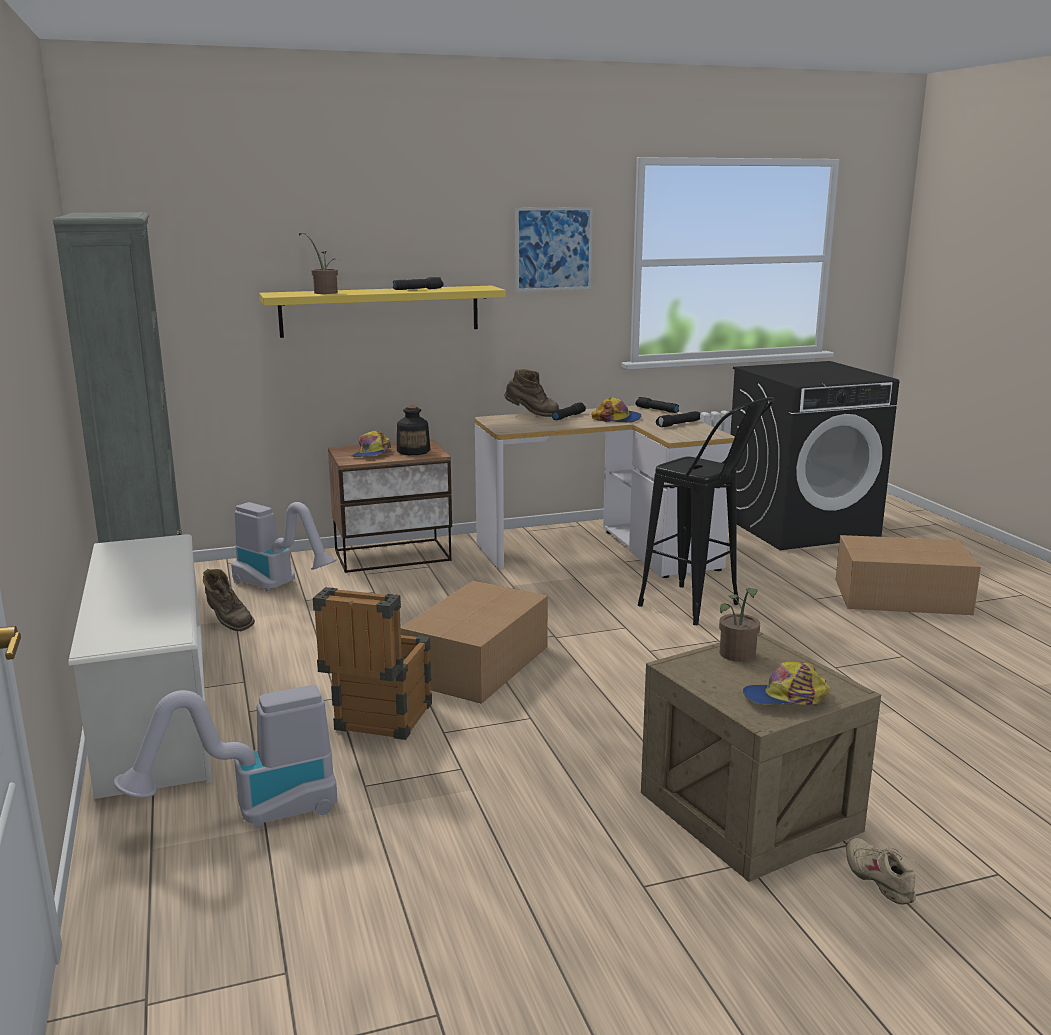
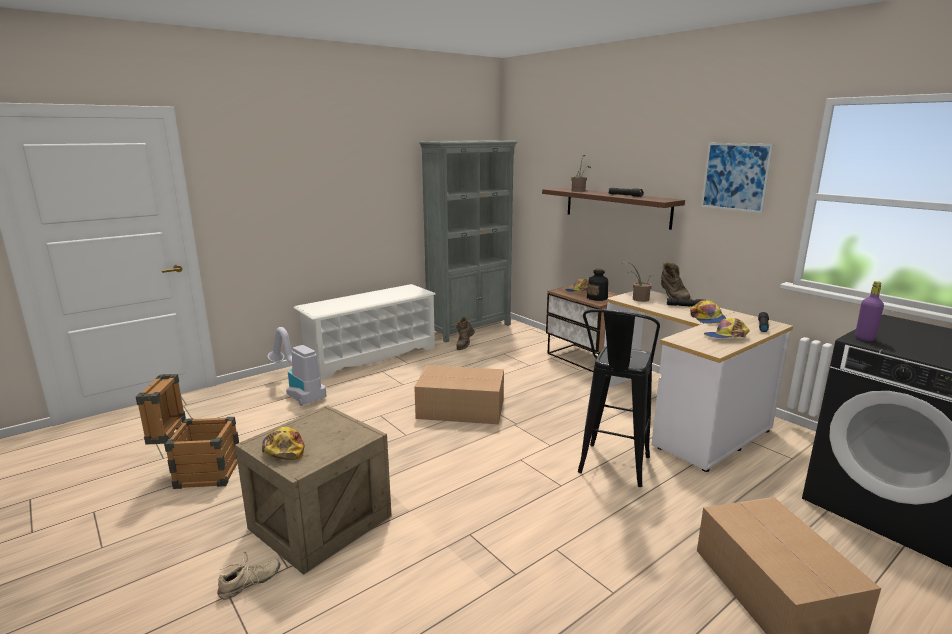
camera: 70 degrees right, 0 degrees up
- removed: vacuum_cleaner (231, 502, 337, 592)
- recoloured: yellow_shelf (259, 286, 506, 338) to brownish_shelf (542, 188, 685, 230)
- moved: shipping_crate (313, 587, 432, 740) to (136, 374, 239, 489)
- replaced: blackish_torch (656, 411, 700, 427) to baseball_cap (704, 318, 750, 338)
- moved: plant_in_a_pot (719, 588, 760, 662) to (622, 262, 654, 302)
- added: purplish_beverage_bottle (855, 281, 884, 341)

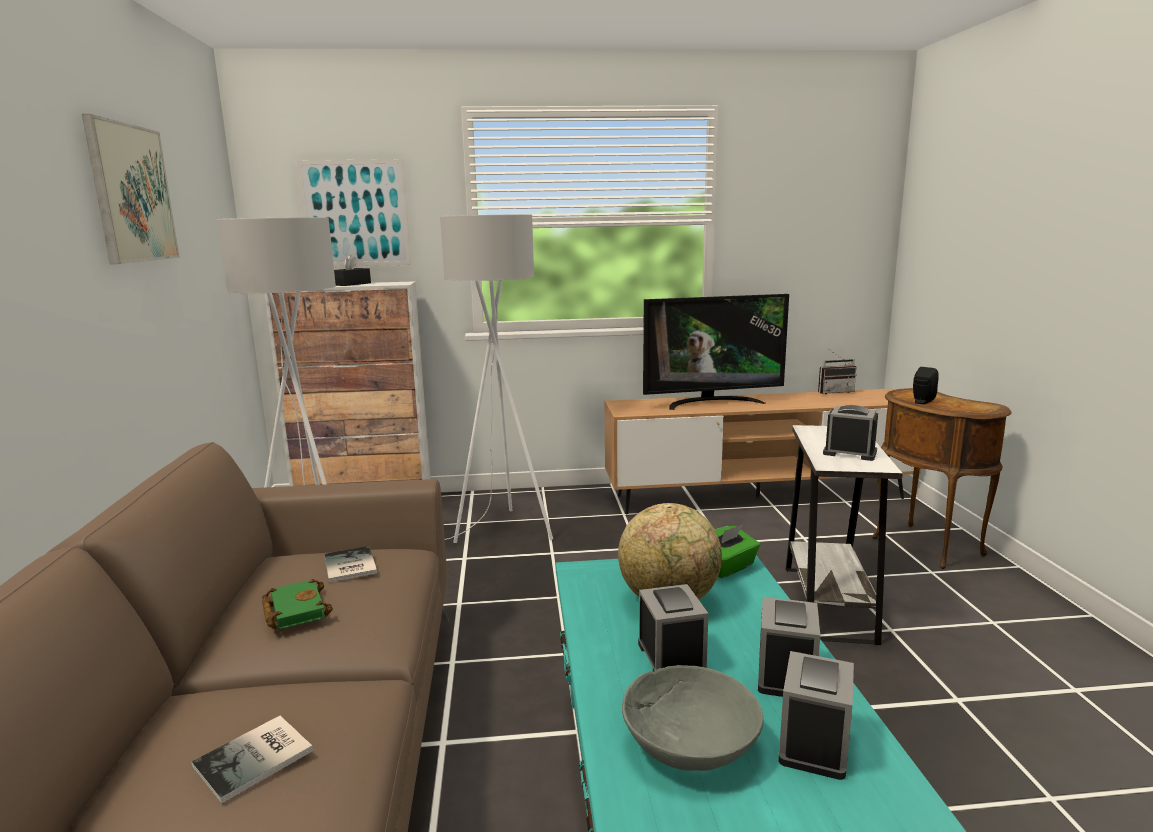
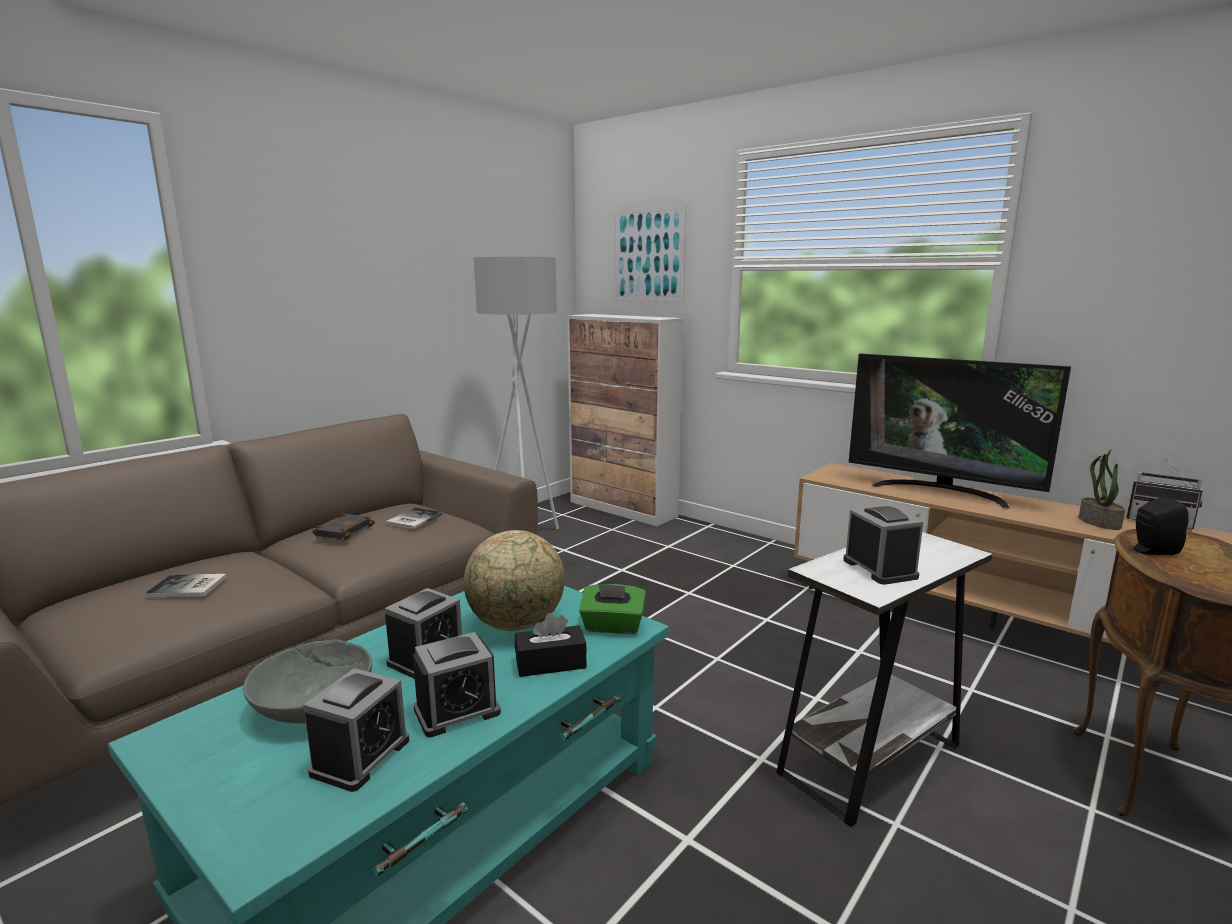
camera: 45 degrees right, 0 degrees up
- removed: wall_art (82, 114, 180, 264)
- recoloured: green-coloured_bound_book (262, 579, 333, 629) to blackish_bound_book (312, 513, 375, 541)
- moved: blackish_tissue_holder (334, 255, 371, 286) to (515, 613, 587, 677)
- removed: whitish_standard_lamp (440, 214, 553, 543)
- turned: alarm_clock (778, 651, 854, 780) = (303, 668, 409, 792) 135 degrees clockwise
- added: plant_in_a_pot (1079, 450, 1126, 530)

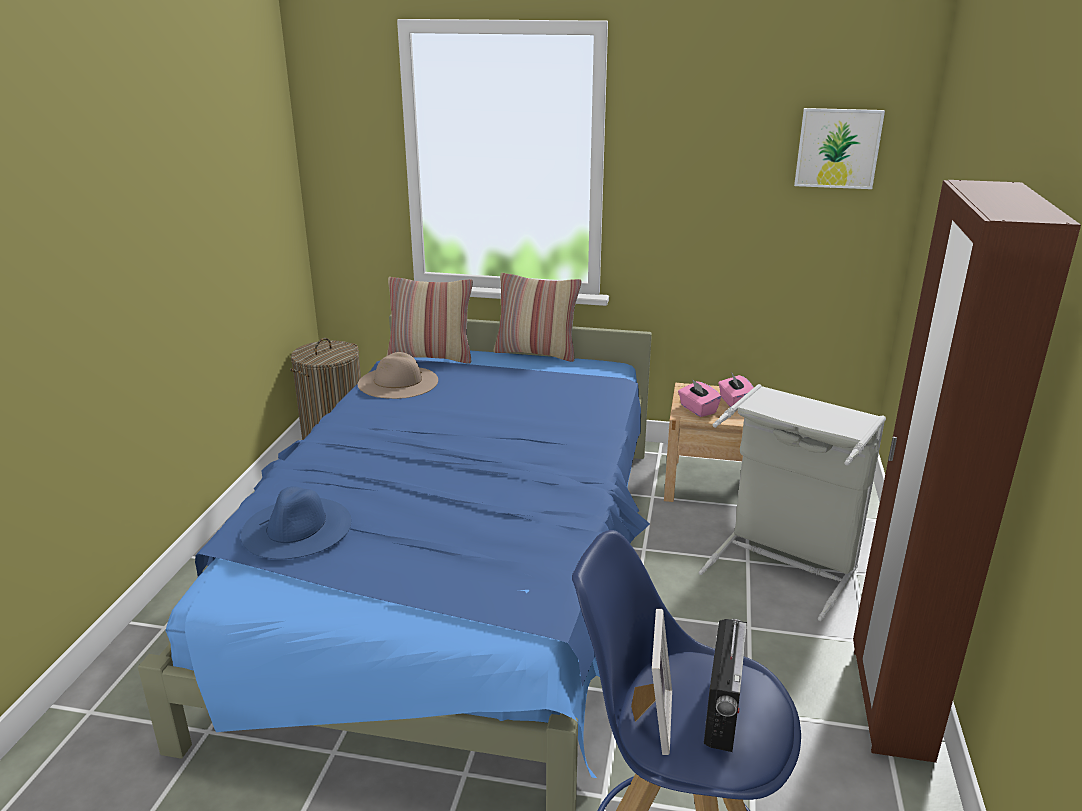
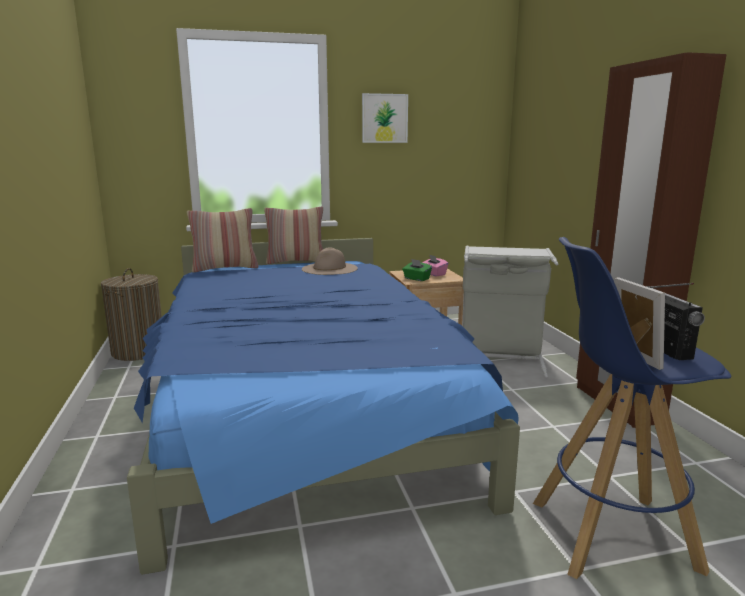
camera: 25 degrees left, 10 degrees down
- removed: bluish_clothing_hat (241, 486, 351, 559)
- moved: sand-coloured_clothing_hat (358, 352, 438, 399) to (302, 247, 358, 275)
- recoloured: pinkish_tissue_holder (678, 379, 721, 417) to green-coloured_tissue_holder (402, 259, 432, 281)
- moved: wall_art (794, 108, 885, 189) to (362, 93, 408, 143)

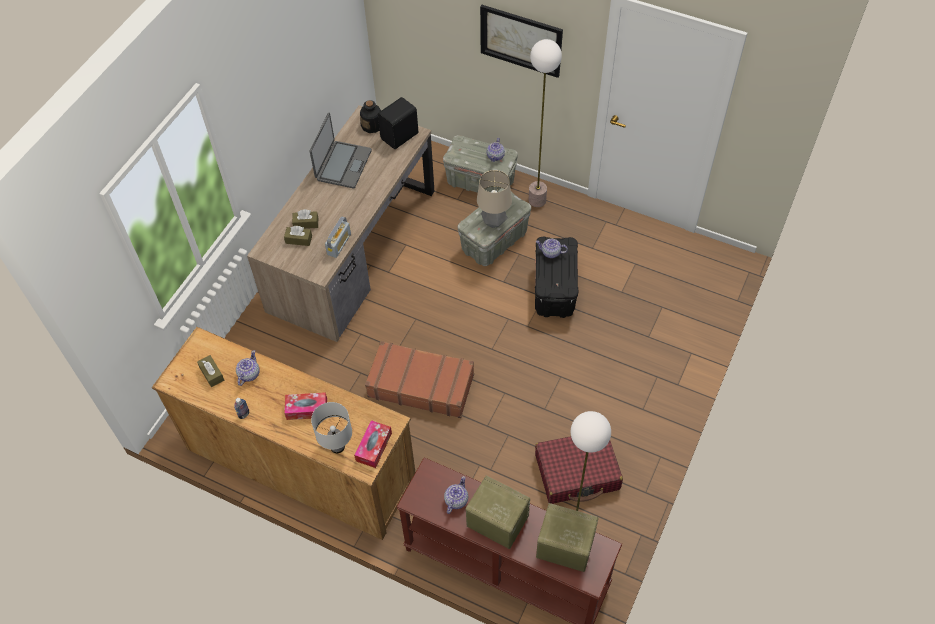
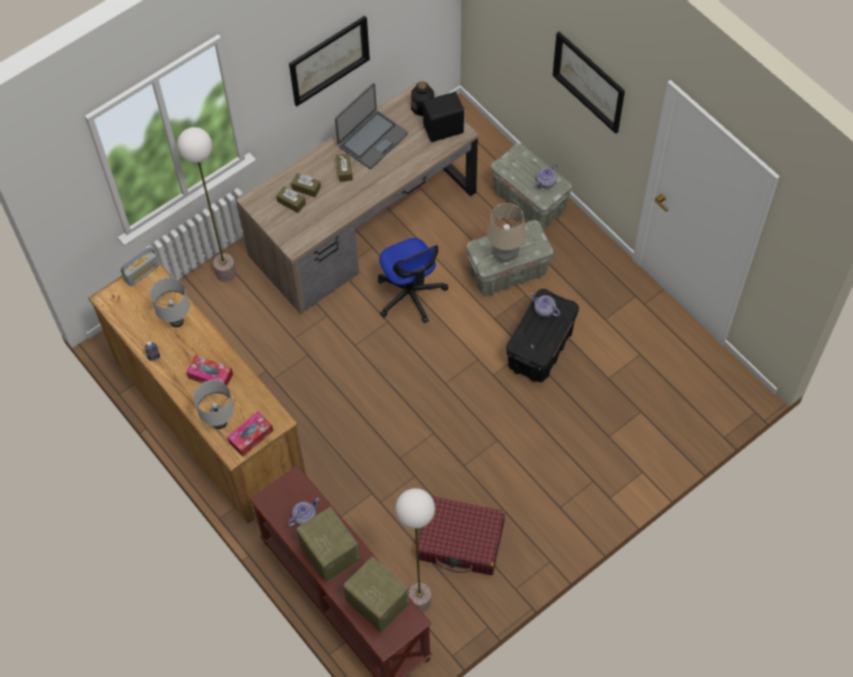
camera: 25 degrees right, 5 degrees up
- moved: brownish_tissue_holder (197, 355, 224, 387) to (336, 153, 353, 182)
- replaced: teapot (236, 350, 260, 386) to whitish_tabletop_lamp (150, 277, 190, 327)
- moved: radio_receiver (325, 216, 351, 258) to (121, 247, 159, 286)
- removed: brownish_suitcase (365, 341, 474, 418)
- moved: standard_lamp (529, 39, 562, 207) to (177, 127, 236, 282)
- added: wall_art (289, 16, 370, 106)
- added: desk_chair (378, 238, 448, 323)

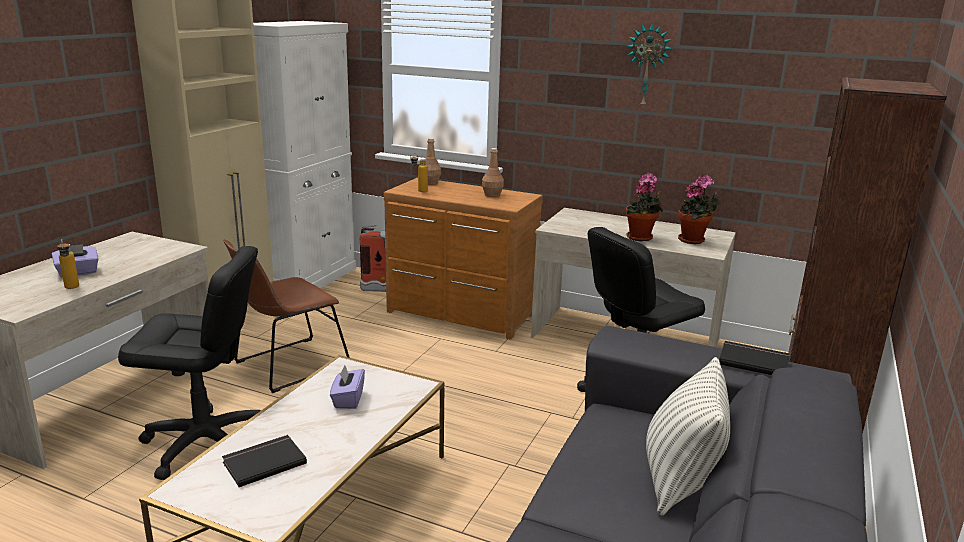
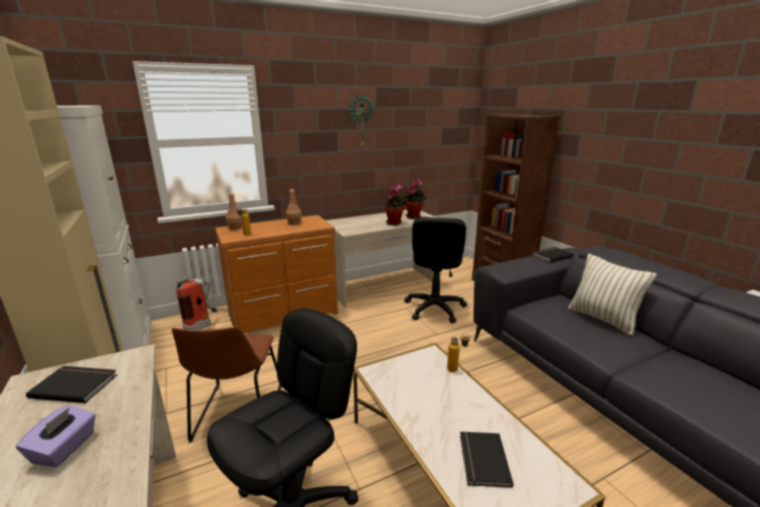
camera: 50 degrees left, 0 degrees up
- moved: beverage_bottle (57, 240, 79, 289) to (447, 334, 470, 372)
- removed: purplish_tissue_holder (330, 365, 365, 409)
- added: blackish_bound_book (26, 366, 117, 403)

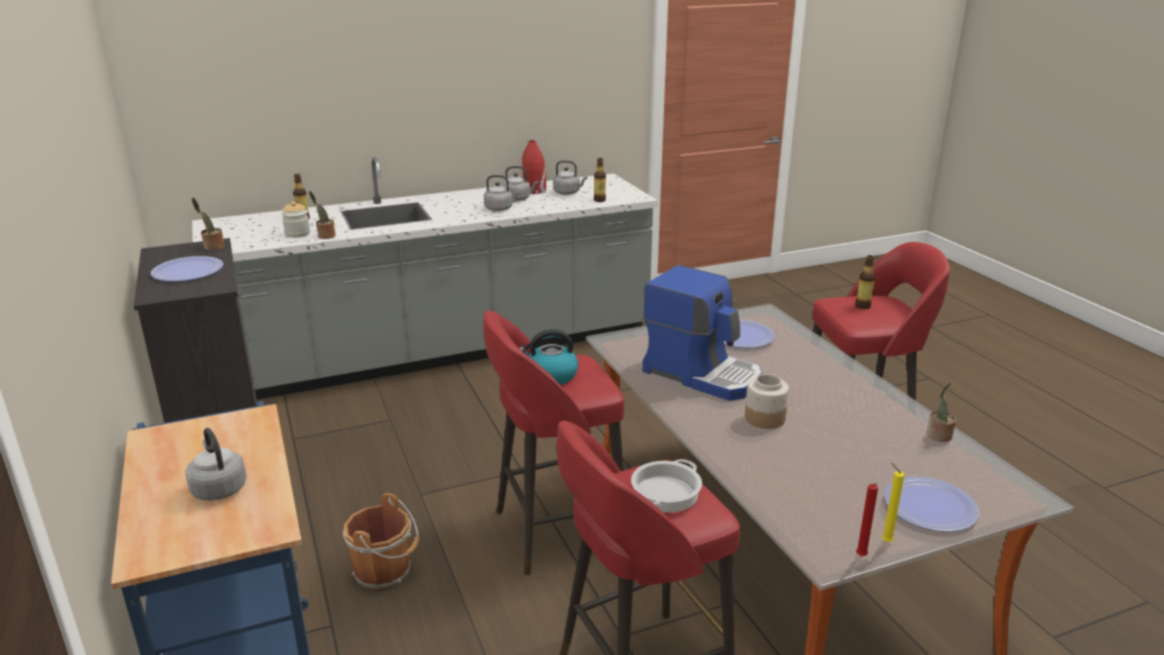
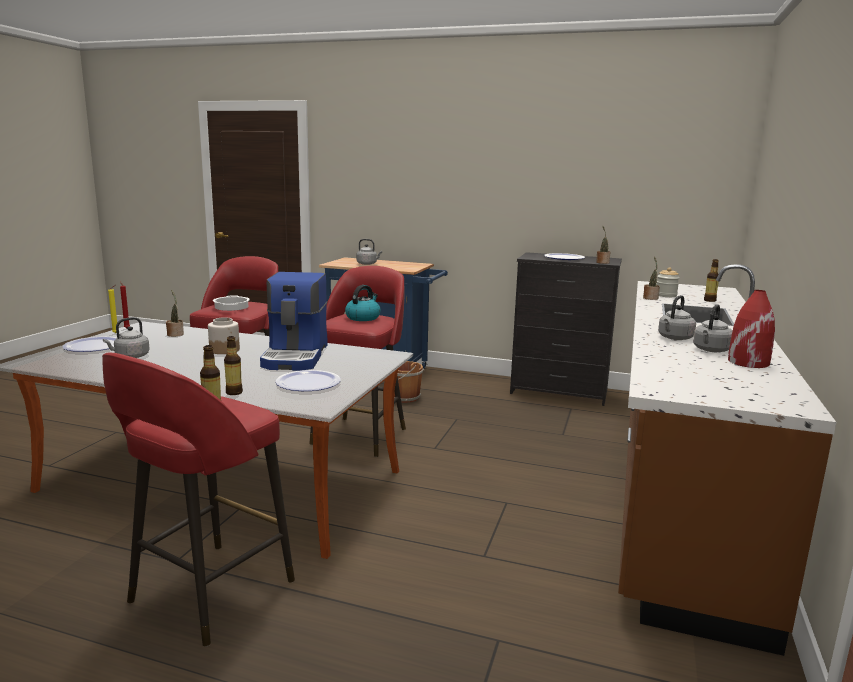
camera: 130 degrees right, 10 degrees down
- recoloured: greyish_kitchen_counter (192, 157, 658, 400) to brownish_kitchen_counter (618, 264, 836, 656)
- moved: greyish_water_kettle (553, 160, 587, 195) to (103, 317, 150, 358)
- moved: beverage_bottle (594, 158, 606, 202) to (224, 336, 243, 395)
- turned: coffee_maker (642, 265, 762, 401) = (260, 272, 328, 371) 75 degrees counterclockwise
- moved: plant_in_a_pot (927, 382, 956, 442) to (166, 290, 184, 337)

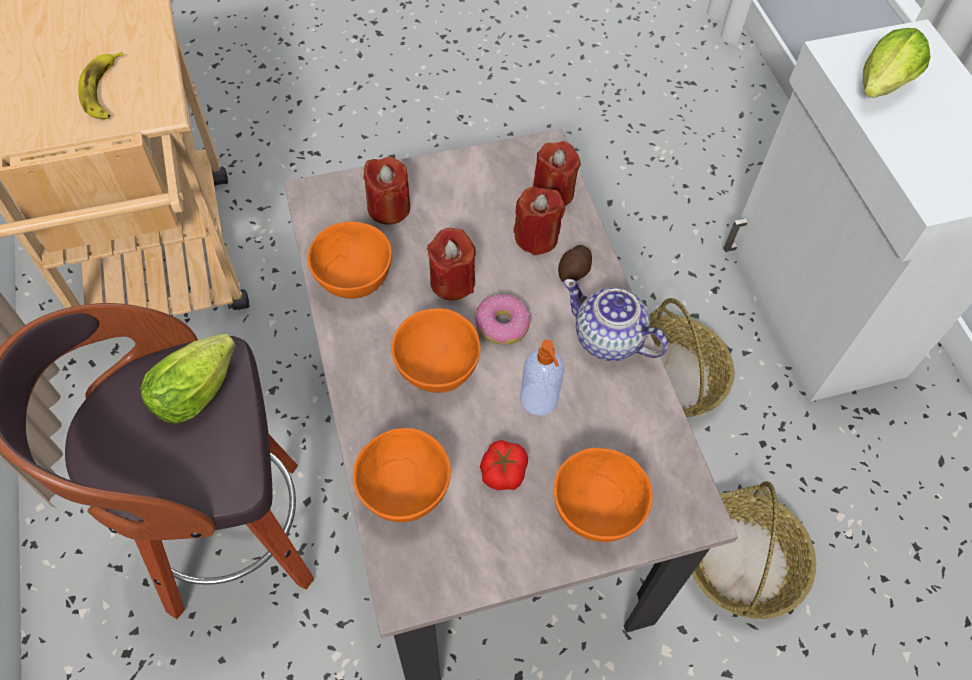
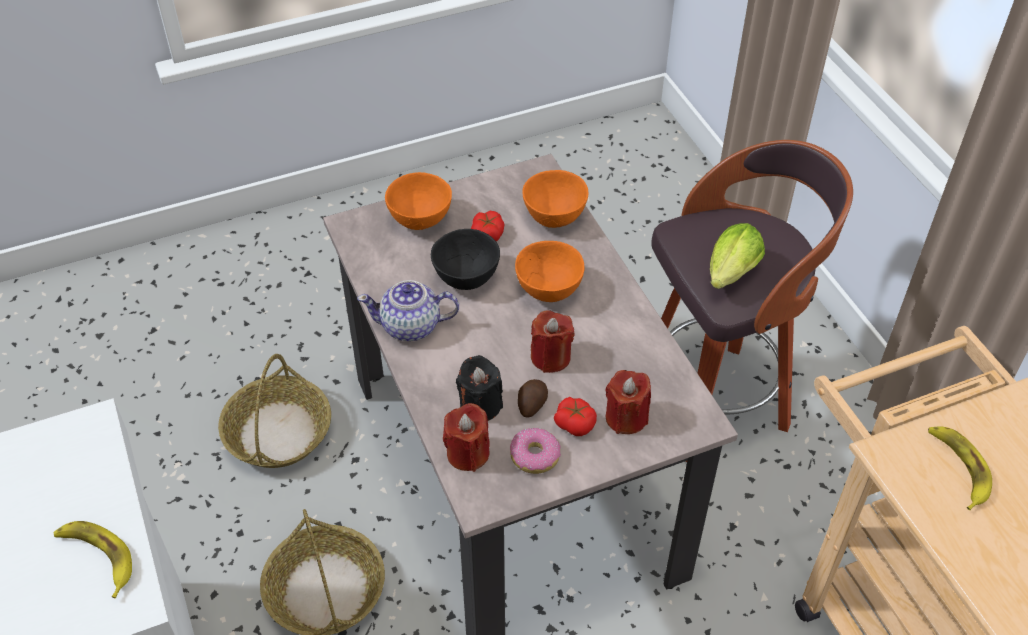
camera: 175 degrees right, 10 degrees down
- removed: orange-coloured_bowl (308, 222, 392, 299)
- moved: doughnut (475, 294, 531, 345) to (510, 428, 561, 474)
- recoloured: red-coloured_candle (513, 186, 565, 255) to blackish_candle (456, 355, 503, 421)
- replaced: soap_bottle (520, 340, 564, 416) to blackish_bowl (431, 229, 500, 290)
- moved: whole_potato (558, 245, 592, 282) to (518, 379, 548, 418)
- turned: teapot (563, 279, 668, 361) = (357, 280, 459, 341) 150 degrees clockwise
- replaced: lettuce_head (863, 28, 930, 98) to banana (53, 521, 132, 598)
- added: whole_tomato (554, 397, 597, 436)

